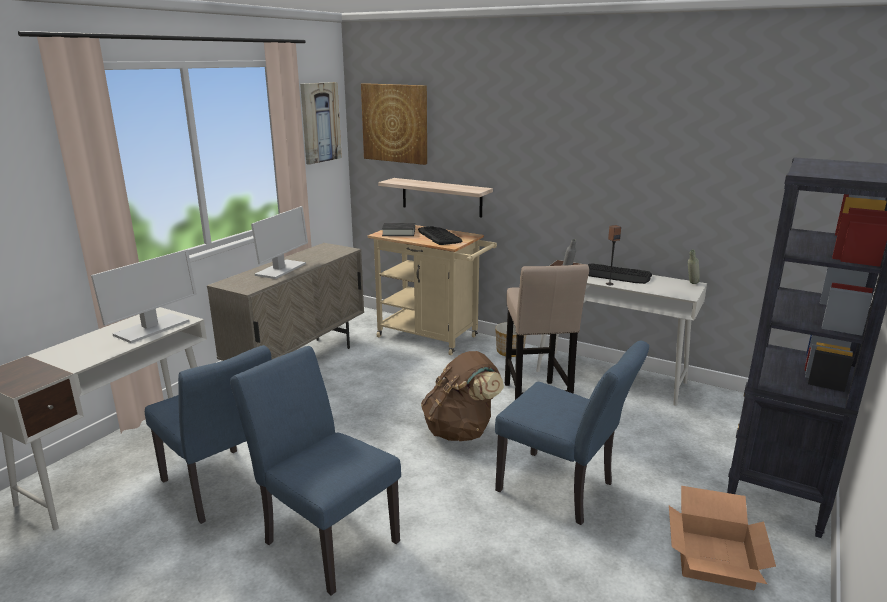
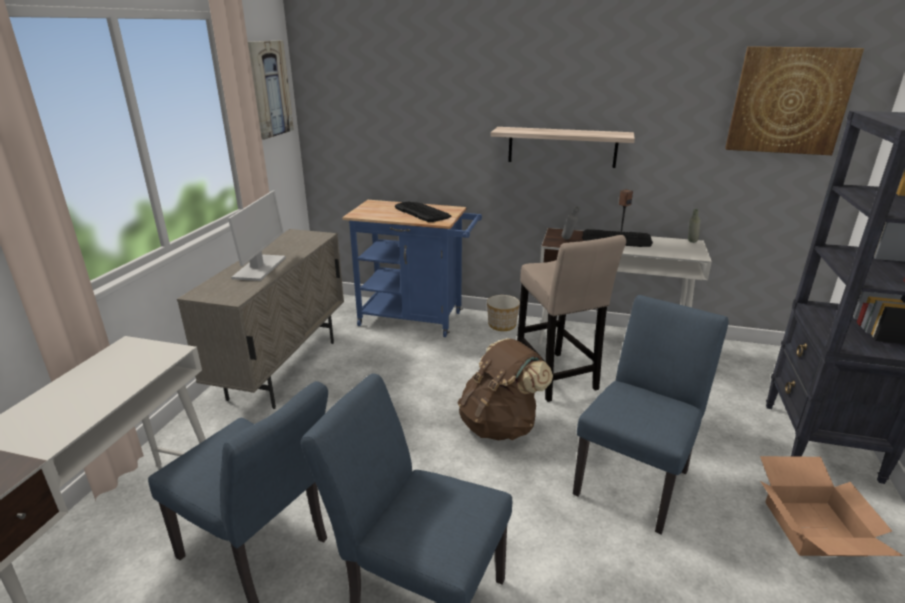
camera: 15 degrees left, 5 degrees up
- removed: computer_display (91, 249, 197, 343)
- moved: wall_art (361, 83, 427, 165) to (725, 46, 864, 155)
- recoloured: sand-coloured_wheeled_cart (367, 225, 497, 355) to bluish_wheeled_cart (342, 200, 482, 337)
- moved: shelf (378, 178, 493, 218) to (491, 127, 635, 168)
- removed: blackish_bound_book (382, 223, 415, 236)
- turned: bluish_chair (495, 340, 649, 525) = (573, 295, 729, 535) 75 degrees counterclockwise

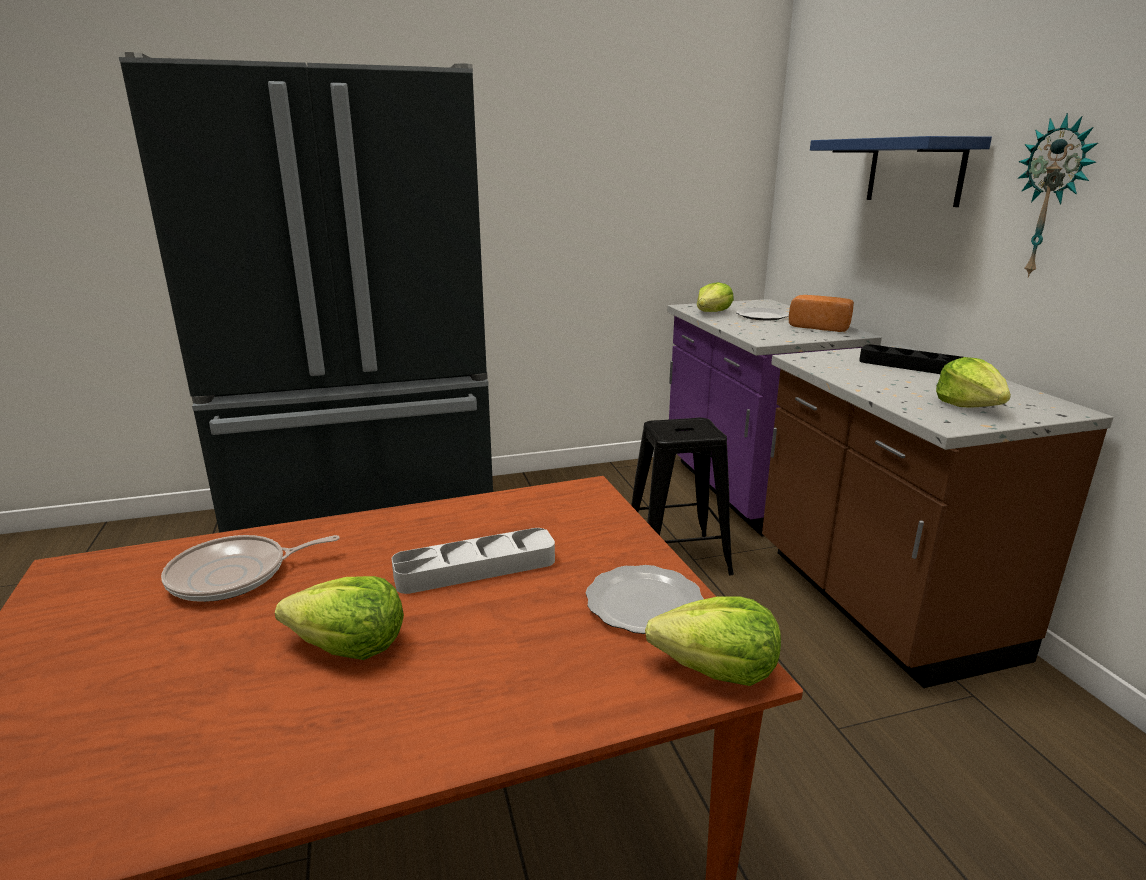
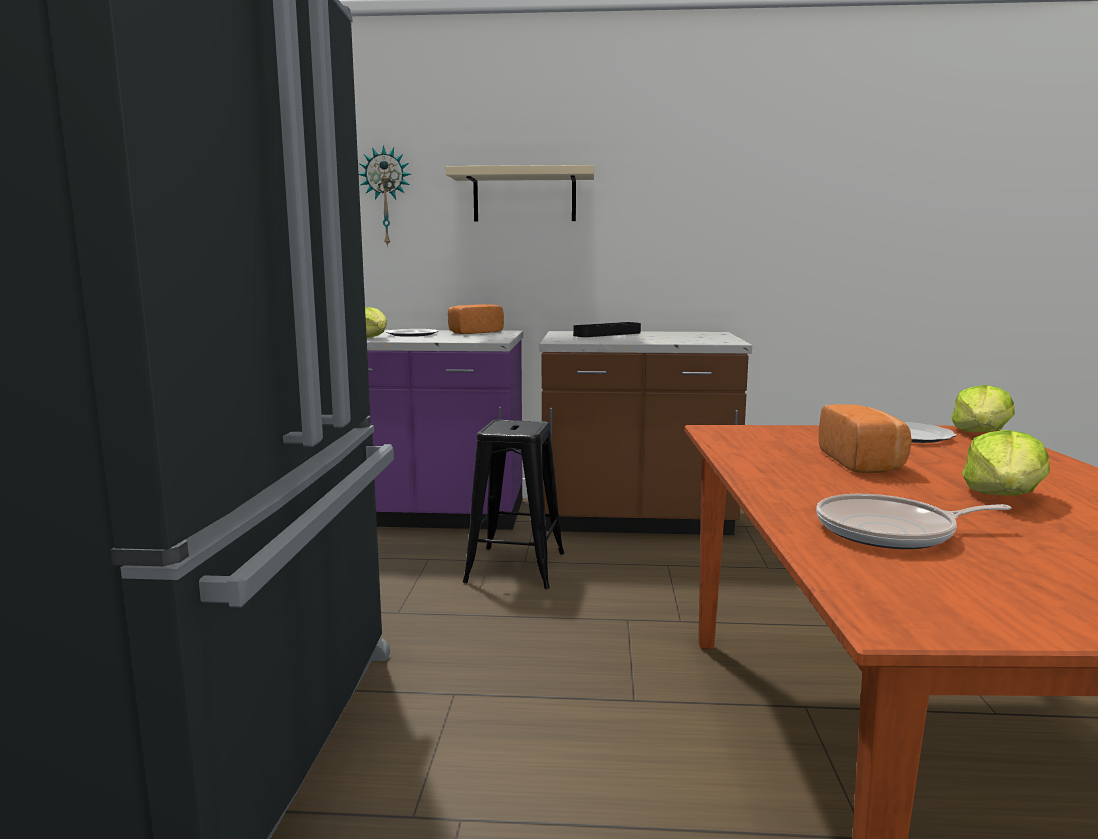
camera: 70 degrees left, 10 degrees down
- turned: pan (161, 535, 340, 602) = (816, 494, 1012, 549) 90 degrees clockwise
- replaced: greyish_carrying_tray (392, 528, 555, 594) to baked_bread (819, 404, 912, 473)
- recoloured: bluish_shelf (810, 136, 992, 207) to sand-coloured_shelf (446, 165, 594, 221)
- removed: lettuce_head (936, 357, 1011, 408)
- moved: clock_on_the_wall (1017, 113, 1098, 278) to (359, 145, 411, 248)

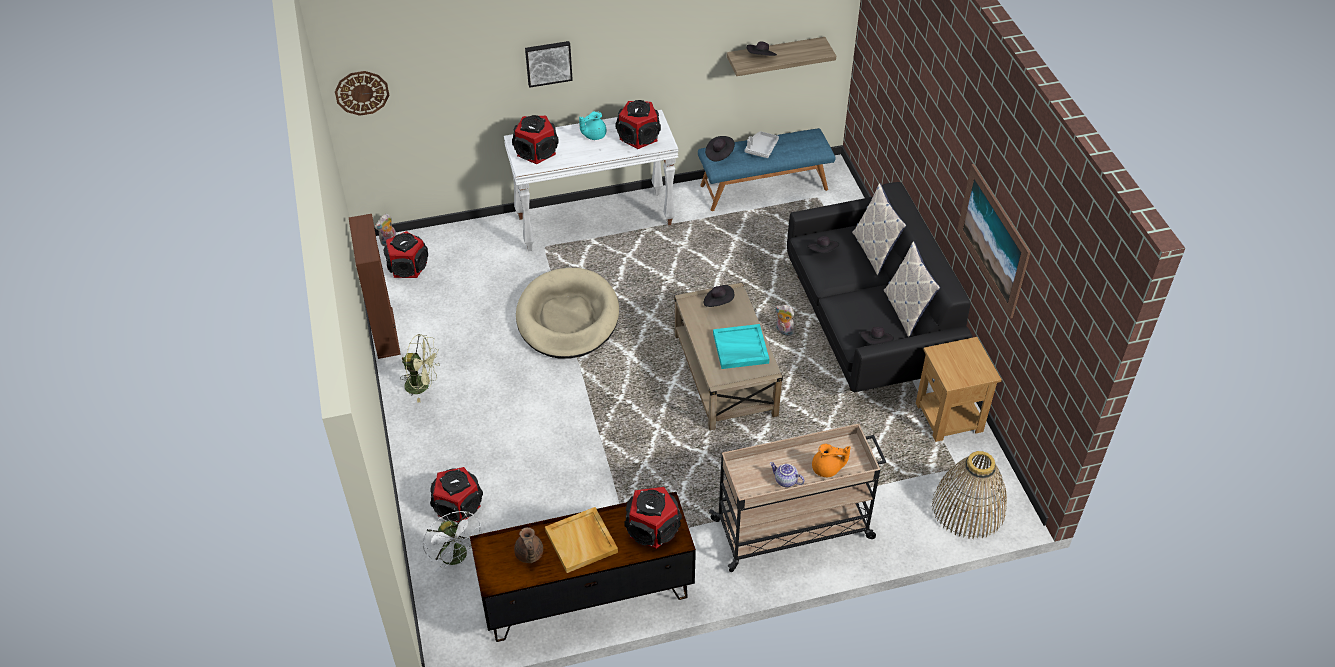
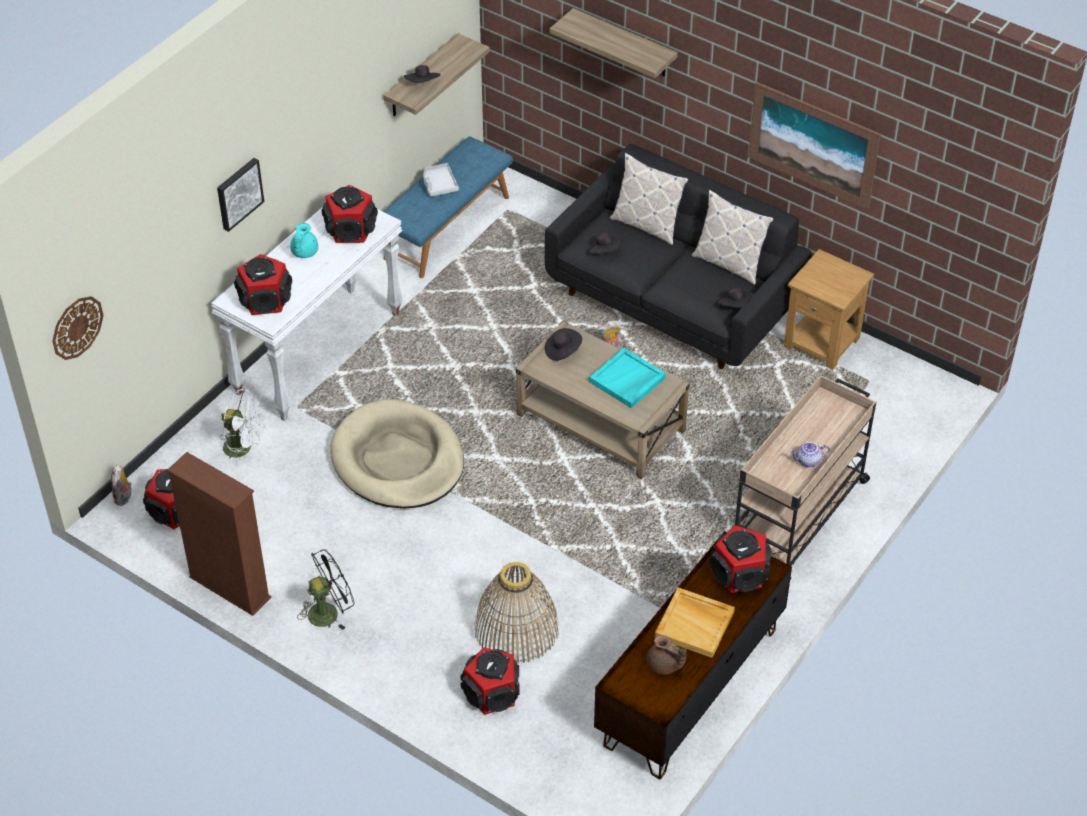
camera: 40 degrees left, 0 degrees up
- recoloured: green-coloured_cooling_fan (400, 334, 440, 403) to blackish_cooling_fan (297, 549, 354, 630)
- moved: whitish_cooling_fan (423, 511, 482, 572) to (219, 389, 266, 467)
- removed: blackish_clothing_hat (705, 136, 735, 161)
- removed: orange-coloured_teapot (812, 444, 850, 477)
- moved: storage_basket (932, 451, 1007, 539) to (474, 562, 559, 663)
- added: shelf (550, 8, 678, 78)

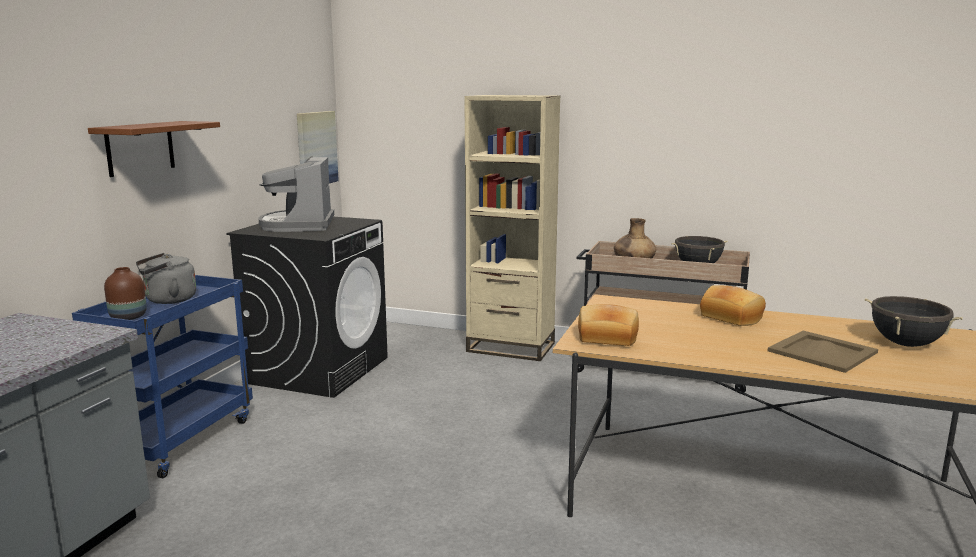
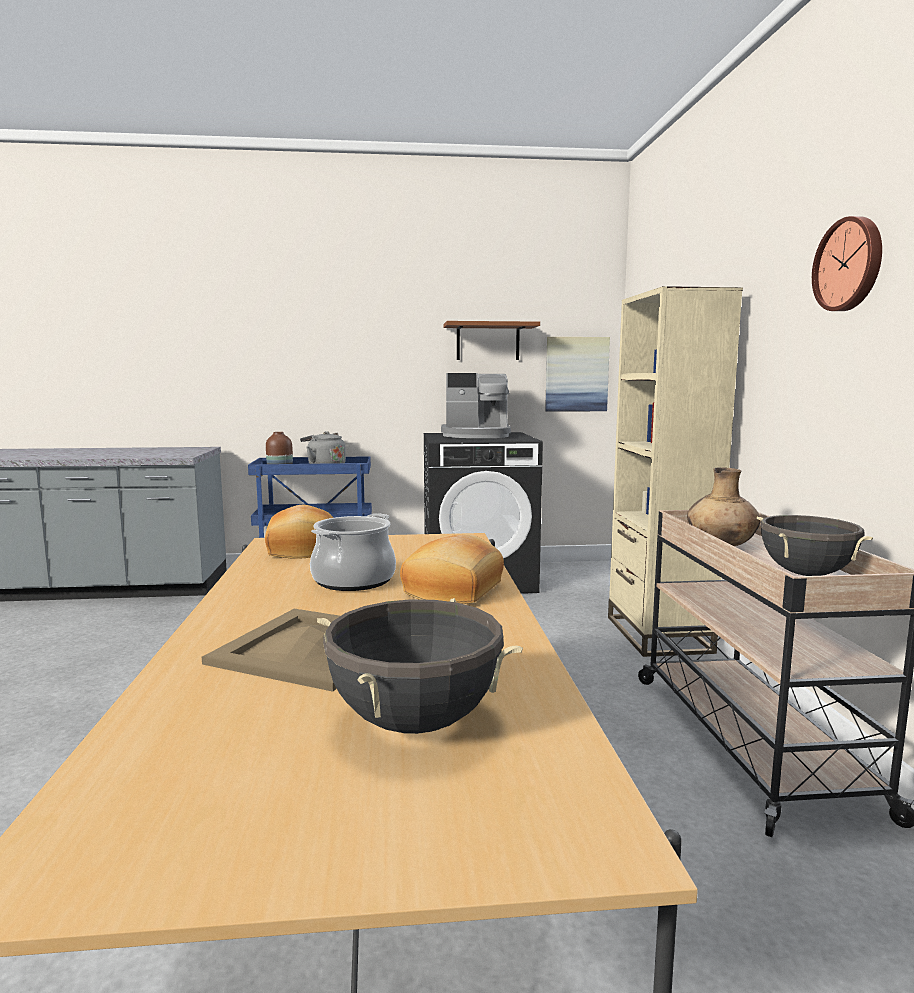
camera: 65 degrees right, 5 degrees down
- moved: brownish_shelf (88, 121, 220, 177) to (444, 321, 540, 360)
- turned: coffee_maker (258, 156, 334, 232) = (441, 373, 511, 438) 150 degrees counterclockwise
- added: saucepot (310, 513, 396, 591)
- added: clock_on_the_wall (812, 216, 882, 311)

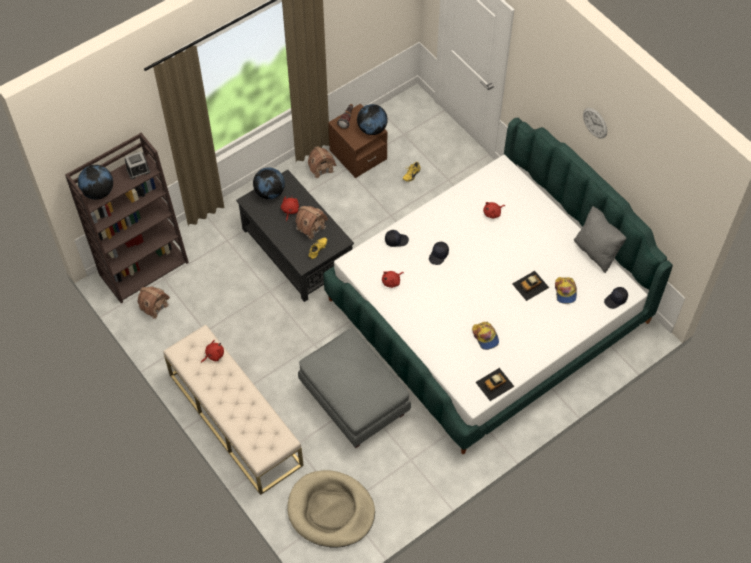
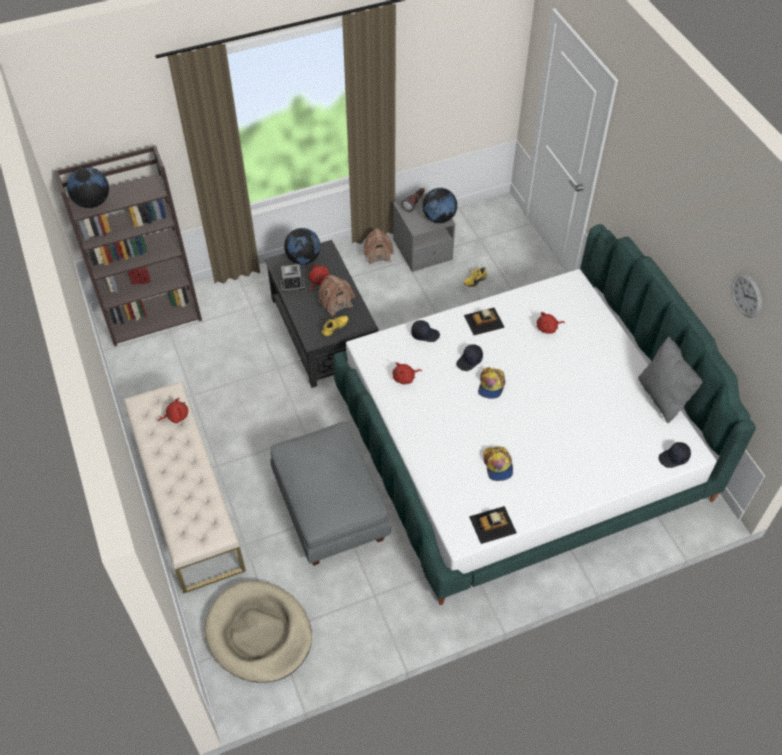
camera: 15 degrees right, 5 degrees down
- moved: alarm_clock (125, 151, 150, 179) to (280, 264, 305, 292)
- removed: miniature_house (138, 287, 170, 319)
- recoloured: brownish_night_table (328, 104, 388, 178) to greyish_night_table (393, 193, 455, 272)
- moved: toy_car (512, 271, 549, 301) to (464, 308, 505, 335)
- moved: baseball_cap (555, 277, 577, 304) to (478, 367, 506, 399)
- moved: clock_on_the_wall (583, 108, 607, 139) to (731, 273, 762, 318)

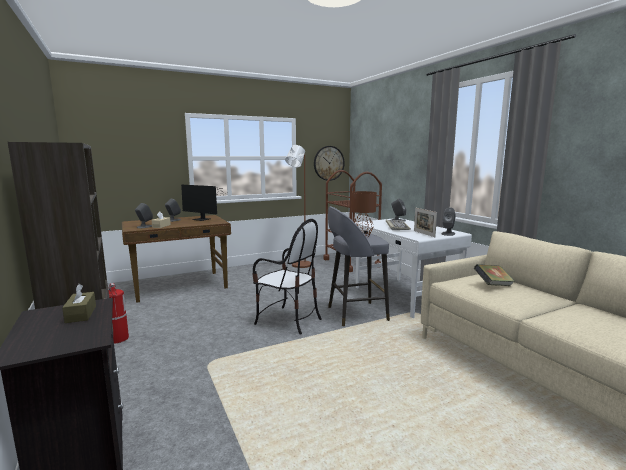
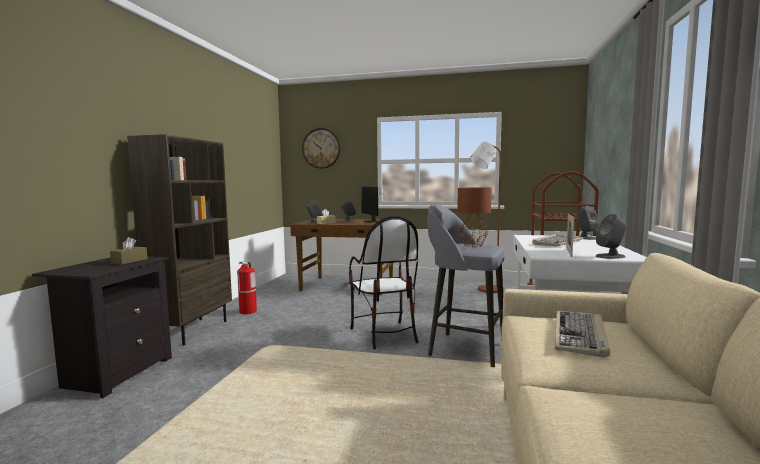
camera: 40 degrees right, 5 degrees down
- moved: clock_on_the_wall (314, 146, 345, 181) to (302, 128, 340, 169)
- replaced: bound_book (474, 264, 515, 286) to keyboard (555, 311, 610, 358)

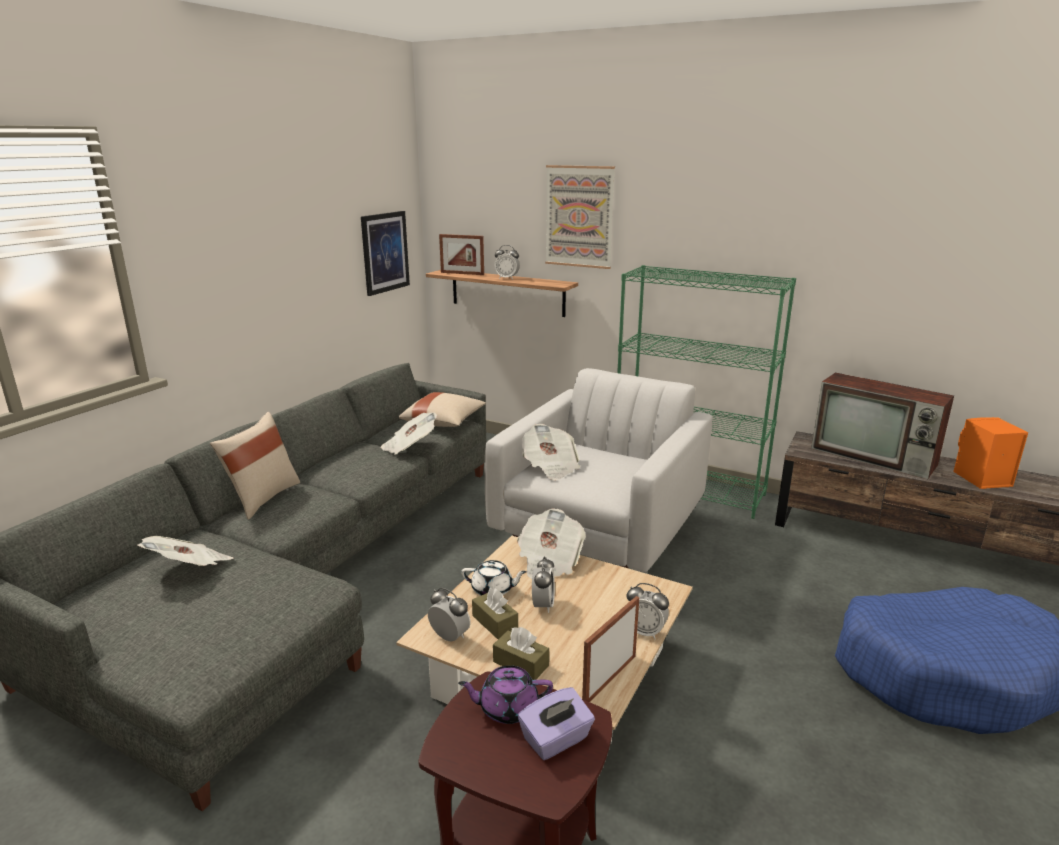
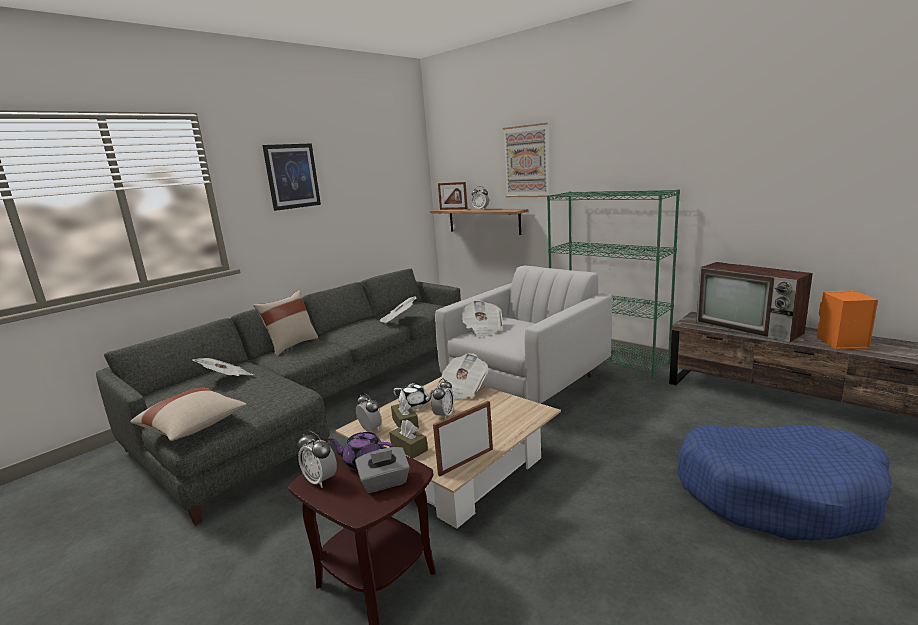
camera: 15 degrees right, 5 degrees down
- moved: wall_art (361, 211, 410, 296) to (262, 143, 321, 211)
- moved: sand-coloured_pillow (399, 392, 486, 427) to (130, 388, 247, 441)
- recoloured: purplish_tissue_holder (518, 687, 595, 760) to greyish_tissue_holder (355, 447, 410, 493)
- moved: alarm_clock (626, 583, 669, 639) to (298, 431, 337, 488)

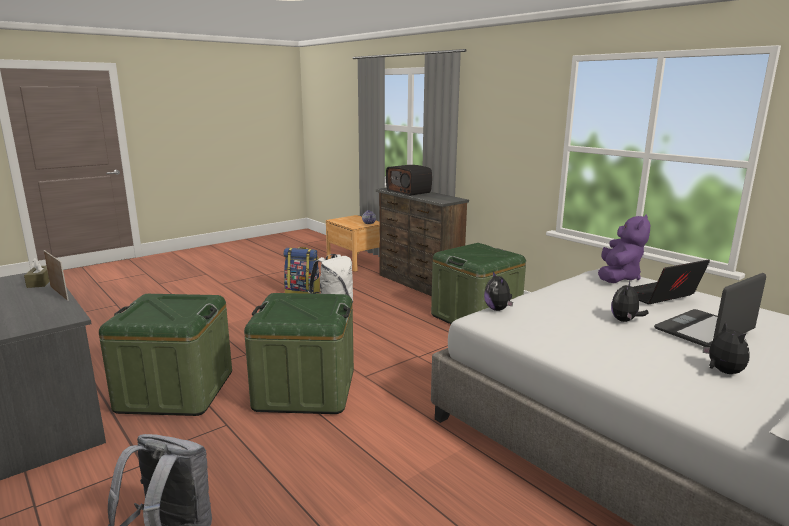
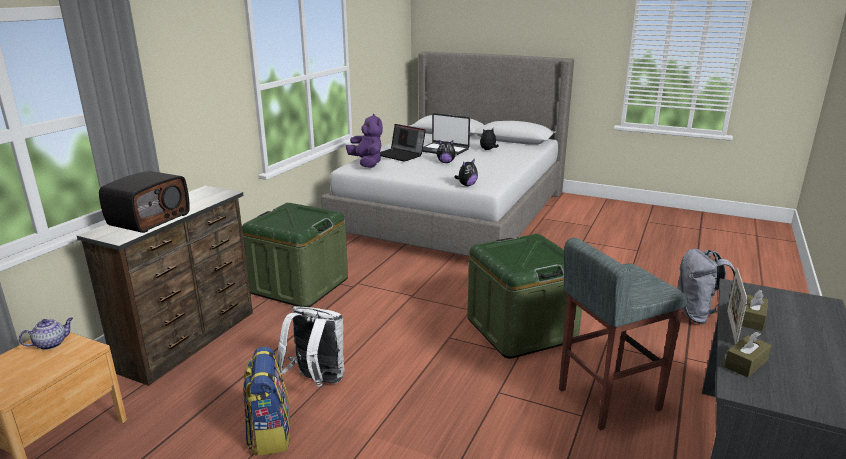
camera: 115 degrees left, 5 degrees up
- replaced: green-coloured_storage_container (99, 294, 232, 416) to greyish_sitting_stool (559, 238, 688, 431)
- turned: purplish_plush_toy (598, 214, 650, 283) = (346, 114, 383, 168) 60 degrees clockwise
- added: brownish_tissue_holder (742, 290, 768, 331)

